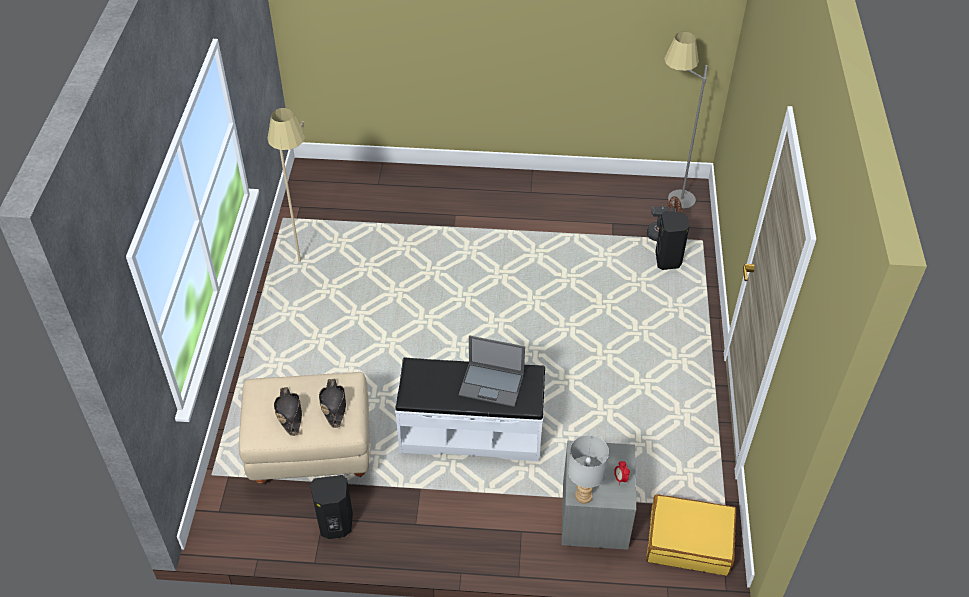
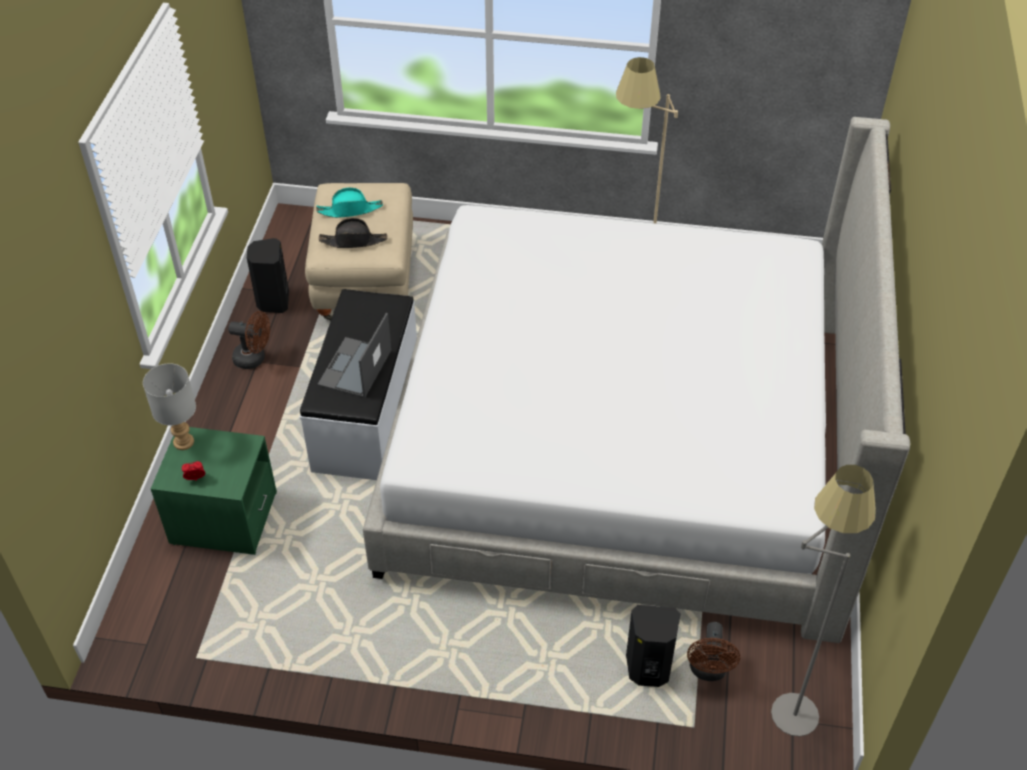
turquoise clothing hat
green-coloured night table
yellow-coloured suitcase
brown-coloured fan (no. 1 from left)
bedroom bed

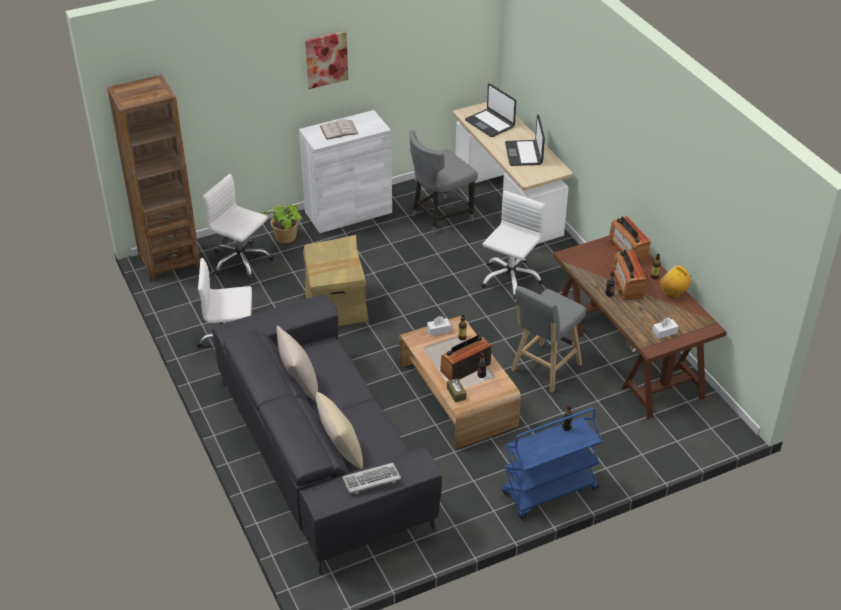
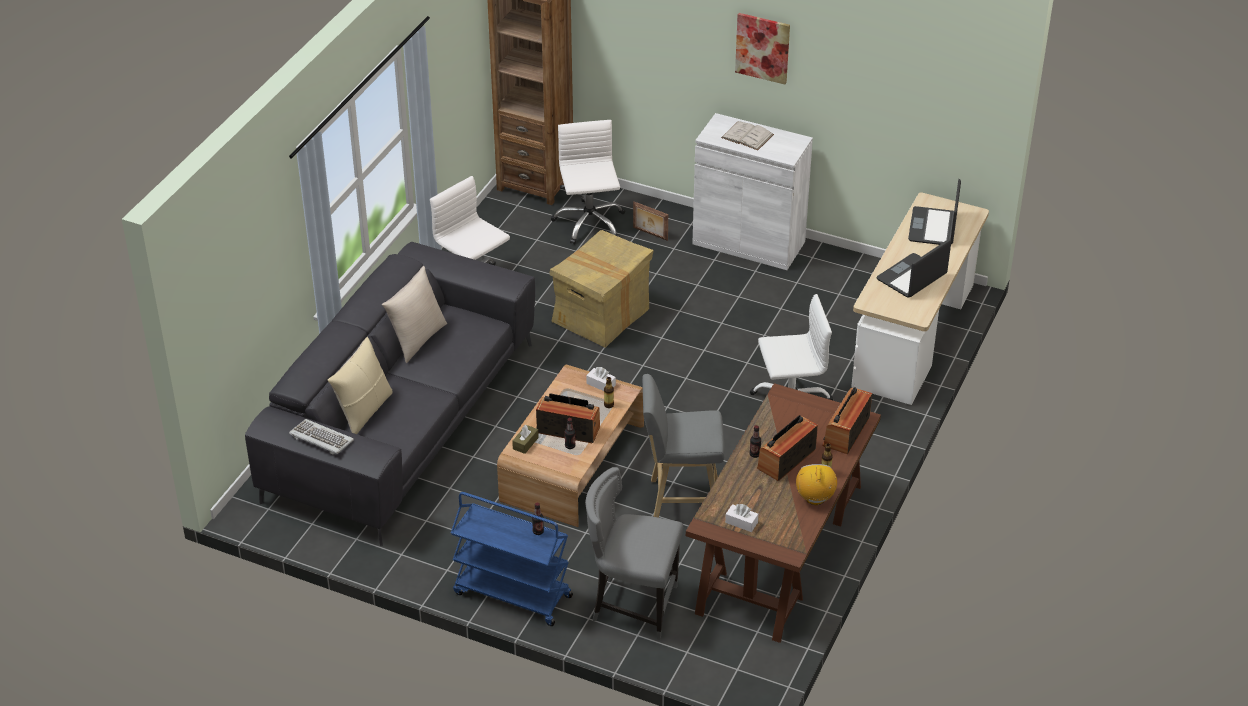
photo frame
gray chair

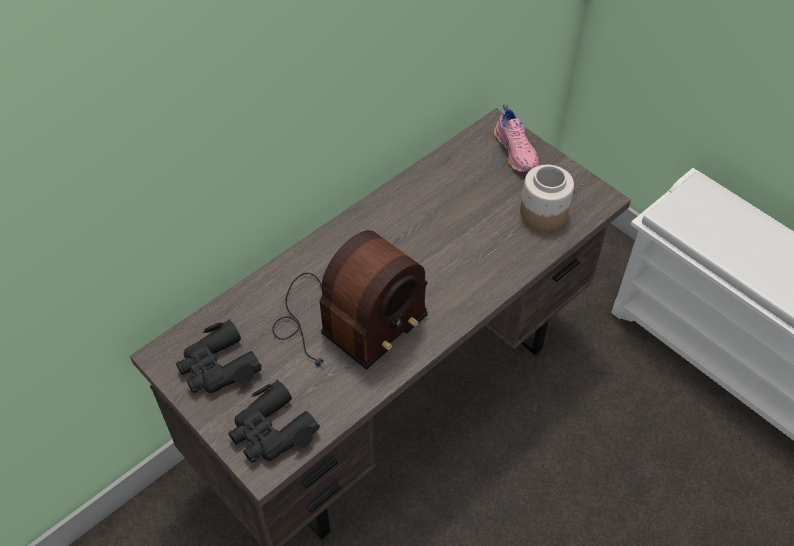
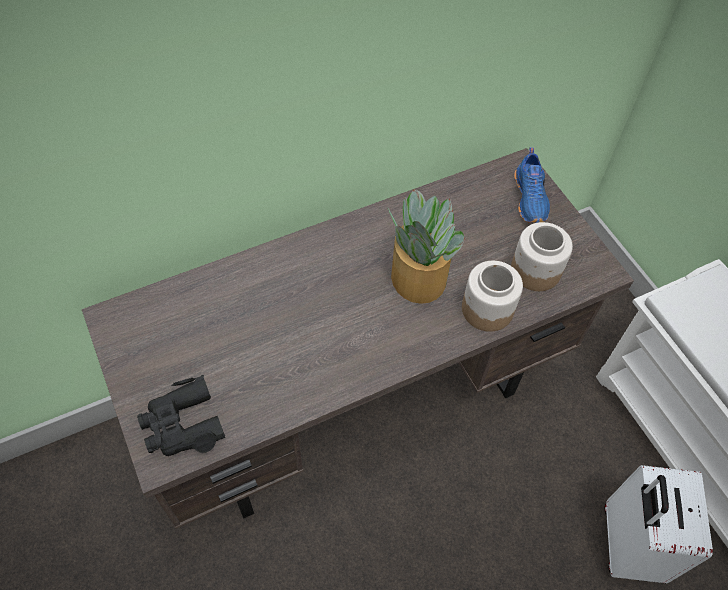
black-coloured pair of binoculars (no. 1 from left in the first image)
radio
blue-coloured item of footwear
houseplant
storage jar (no. 1 from left)
white suitcase

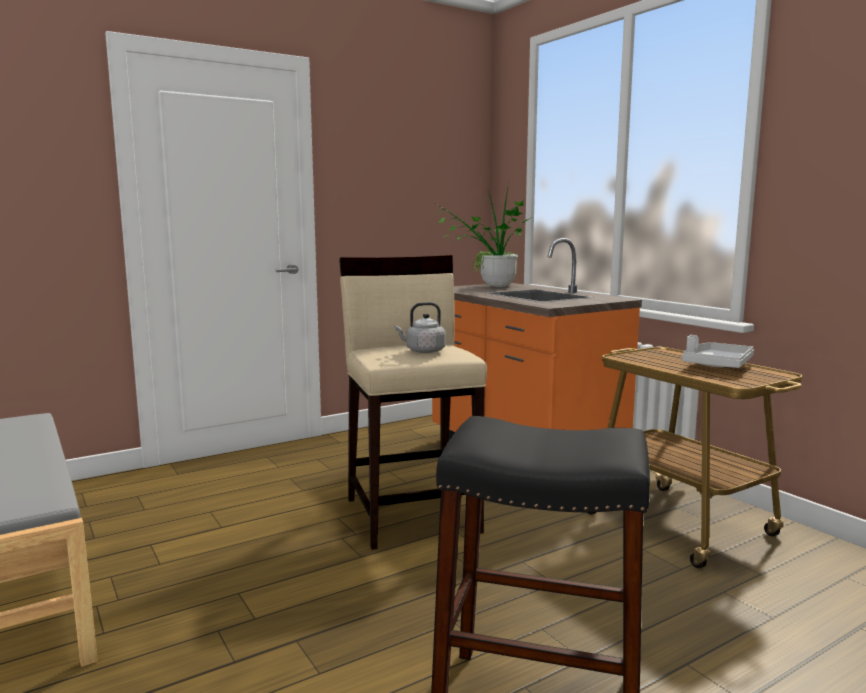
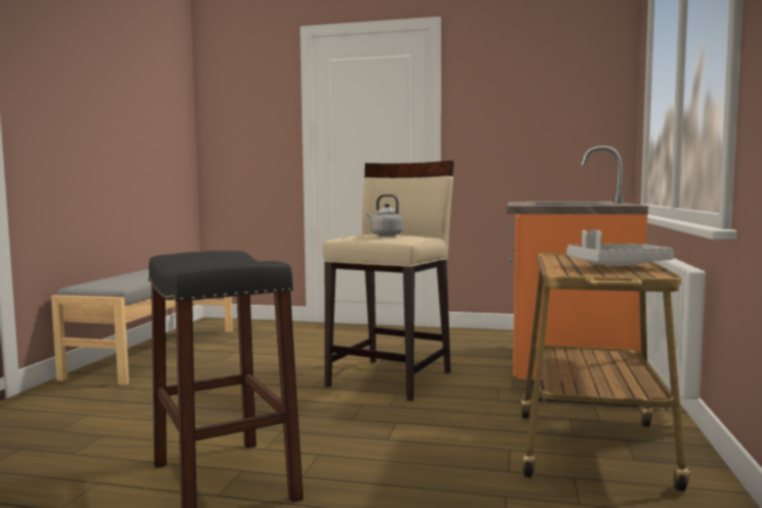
houseplant

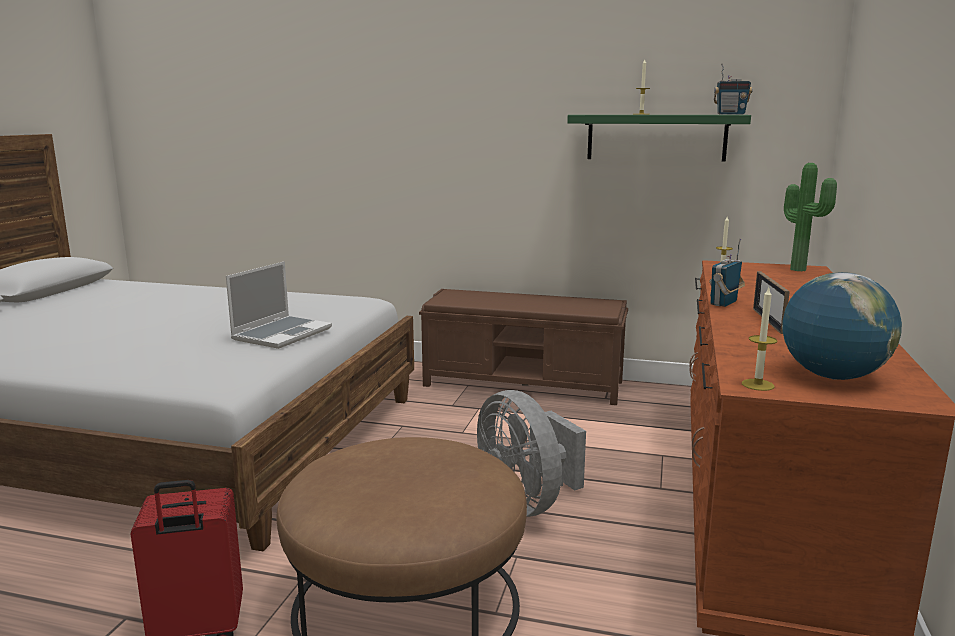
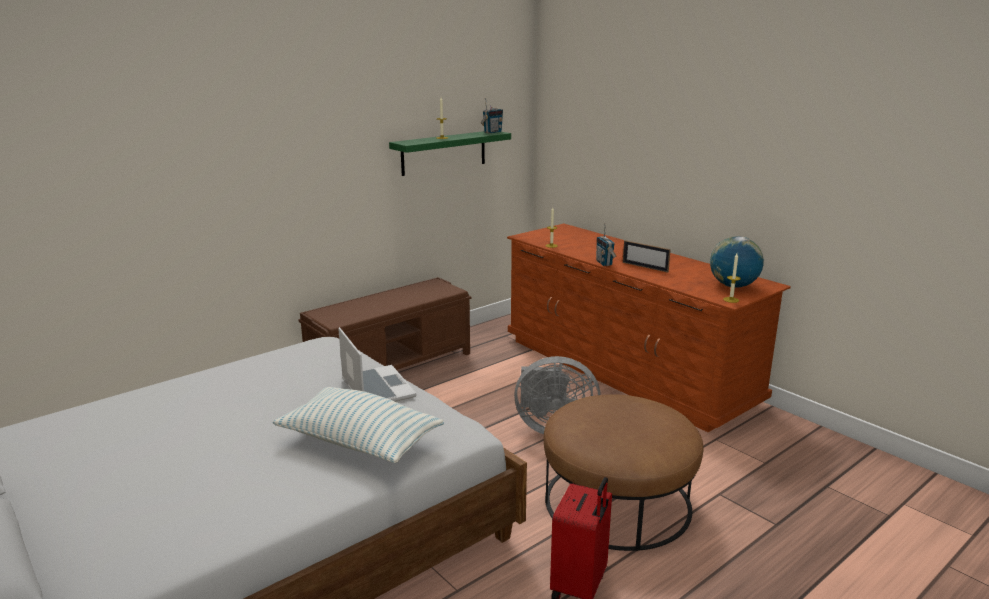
houseplant
cushion

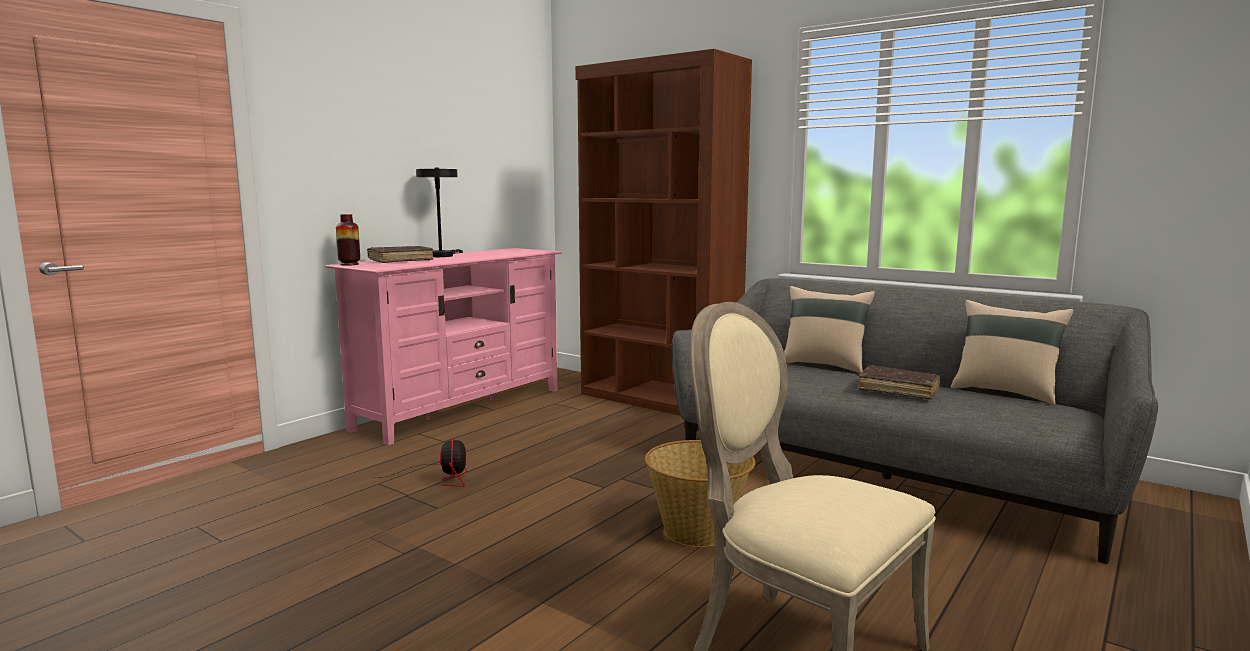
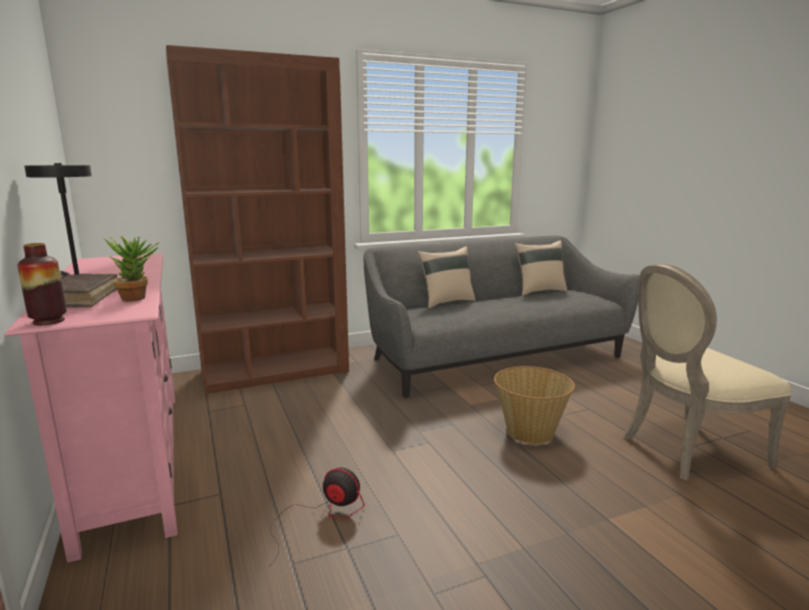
brown-coloured bound book (no. 2 from left in the first image)
houseplant

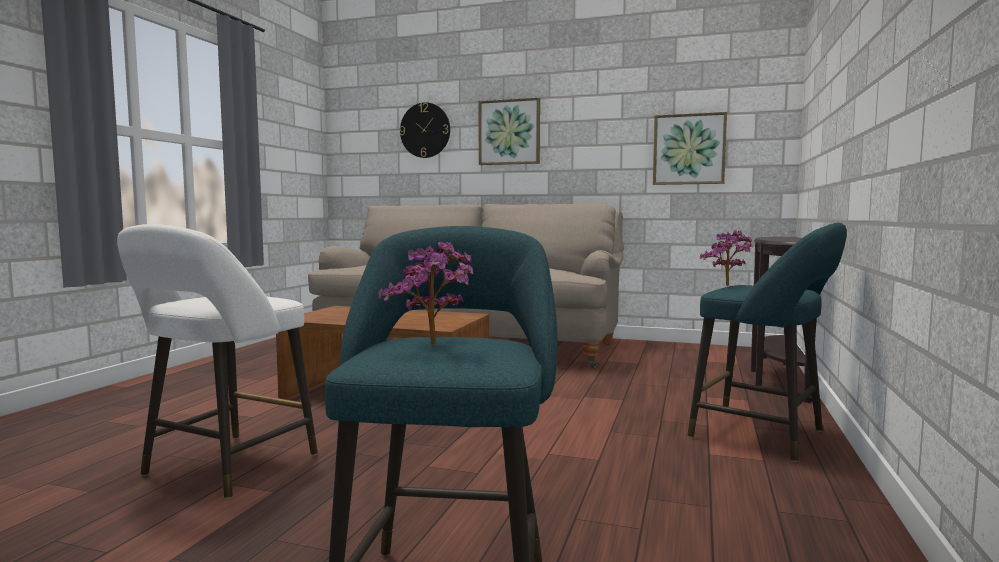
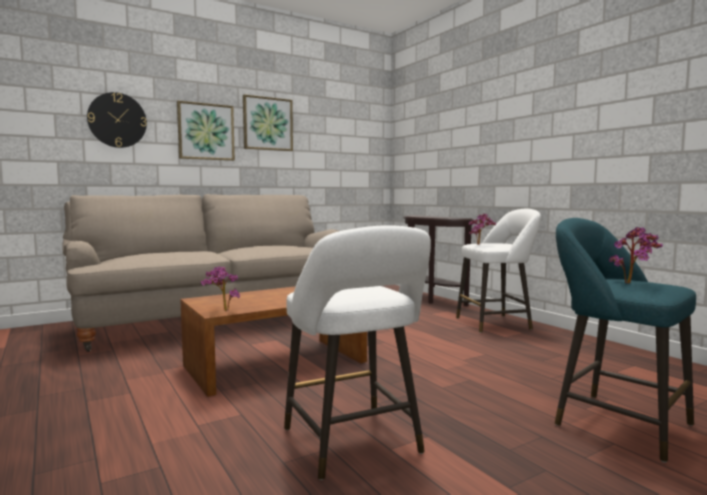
wall art (no. 2 from left)
white sitting stool (no. 2 from left)
houseplant (no. 1 from left)

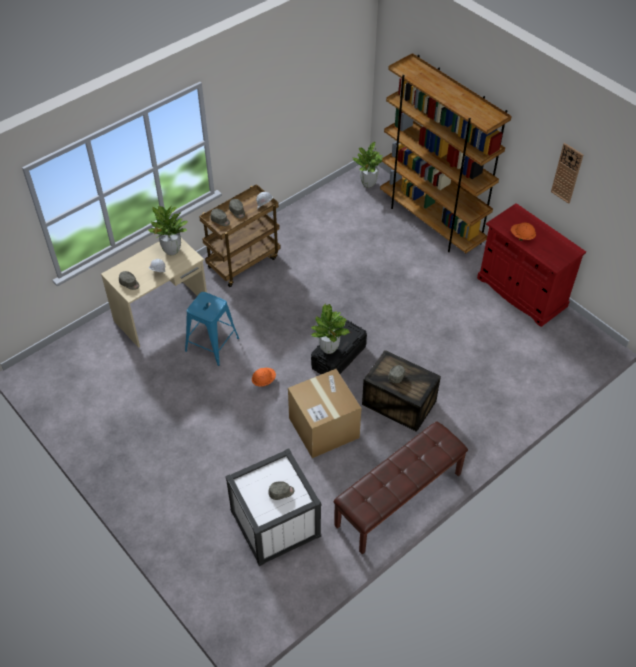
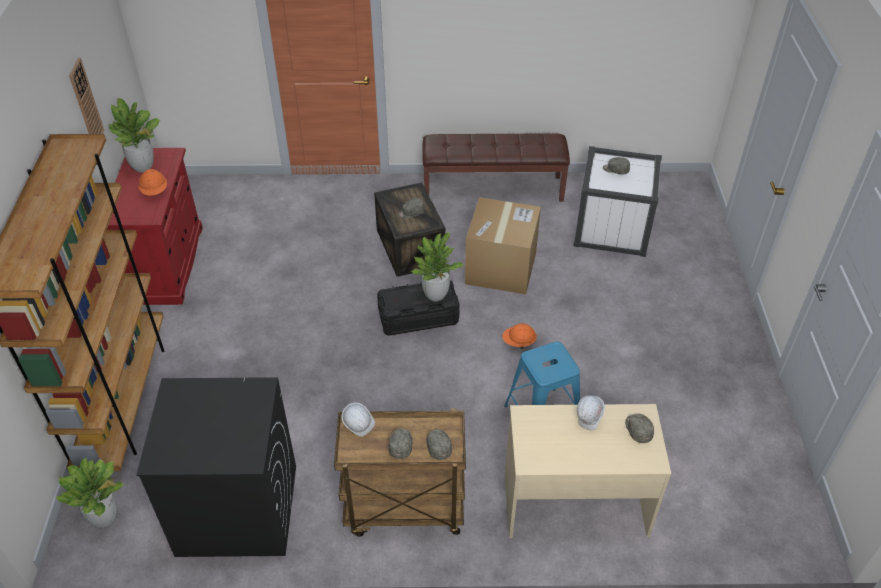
houseplant (no. 2 from left)
black-coloured laundry appliance

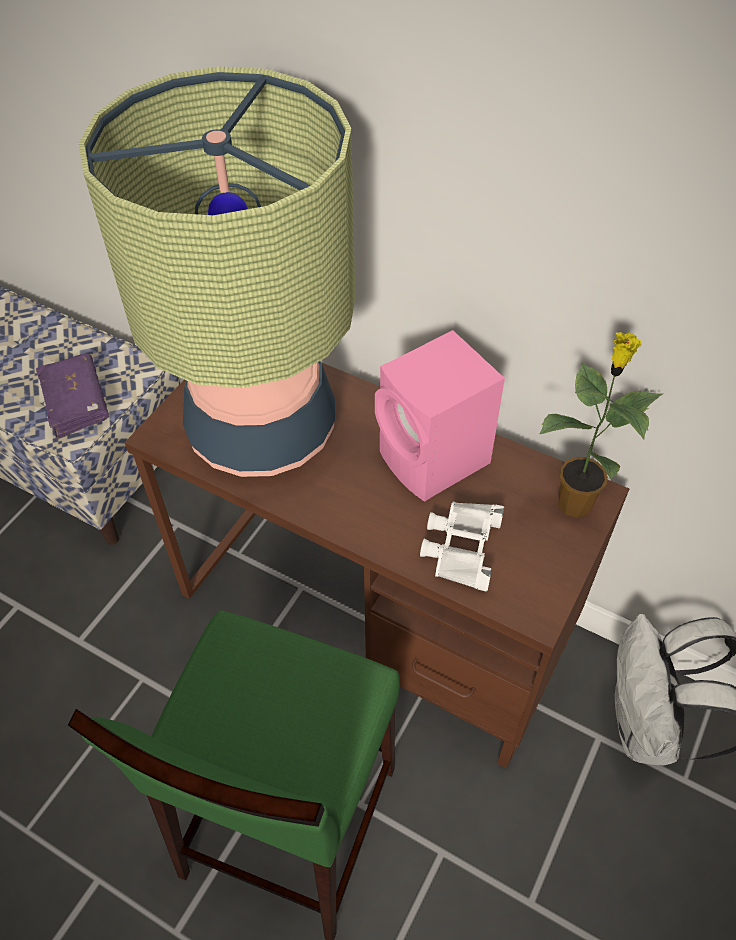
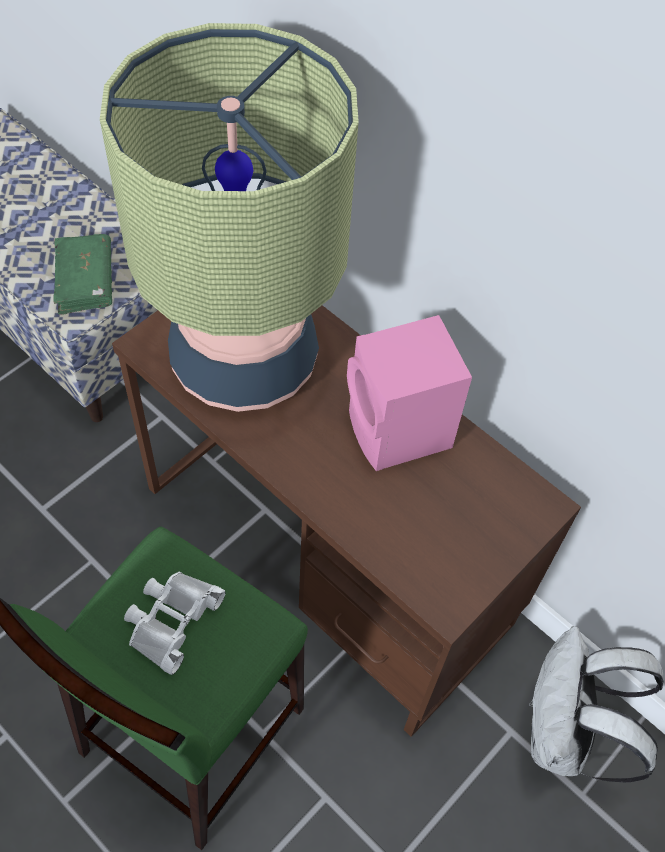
green-coloured bound book
white pair of binoculars
houseplant

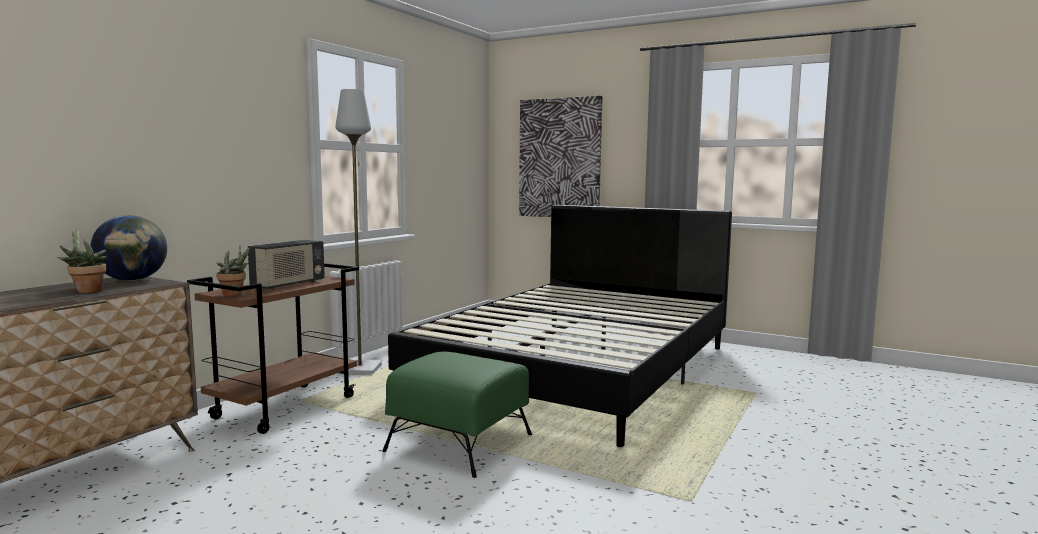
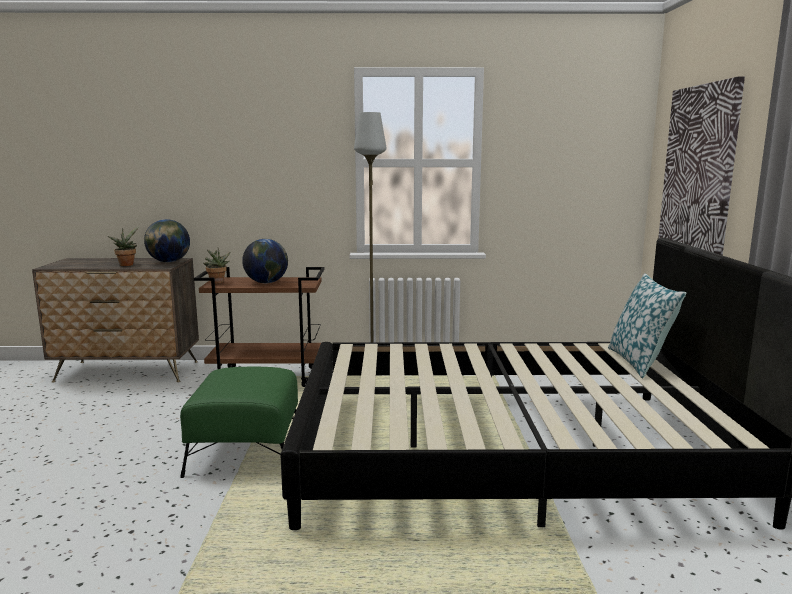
desk globe (no. 2 from left)
cushion

